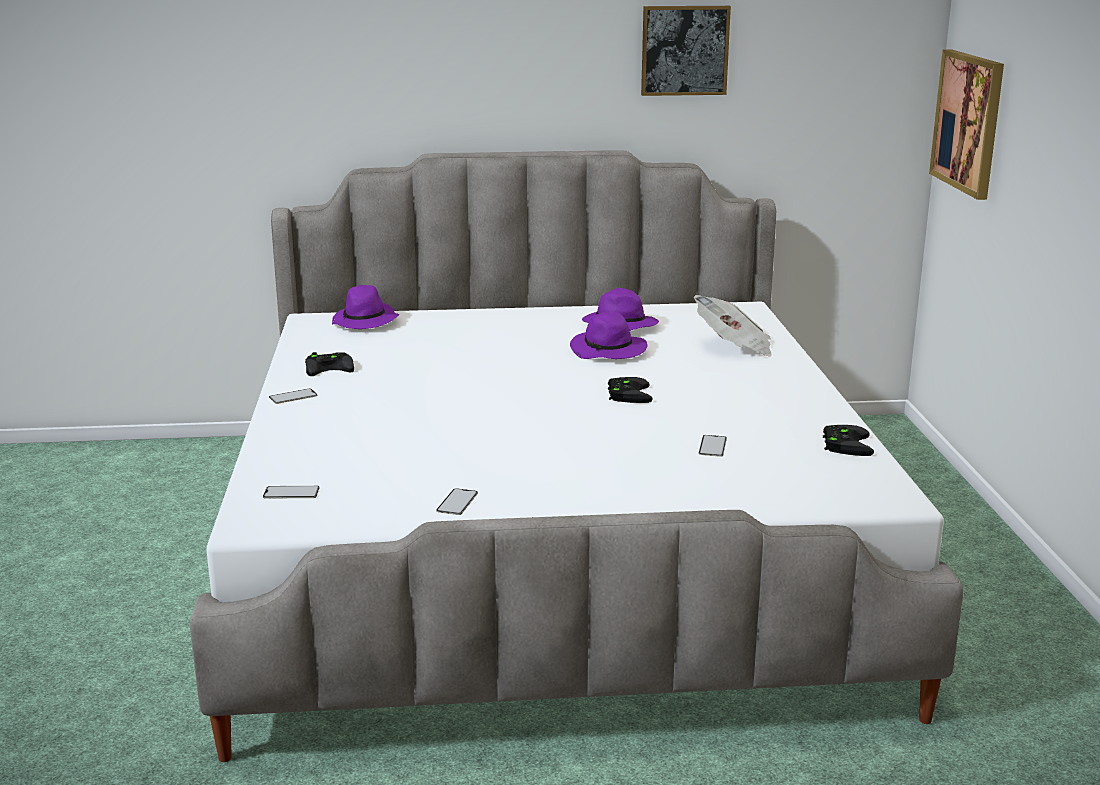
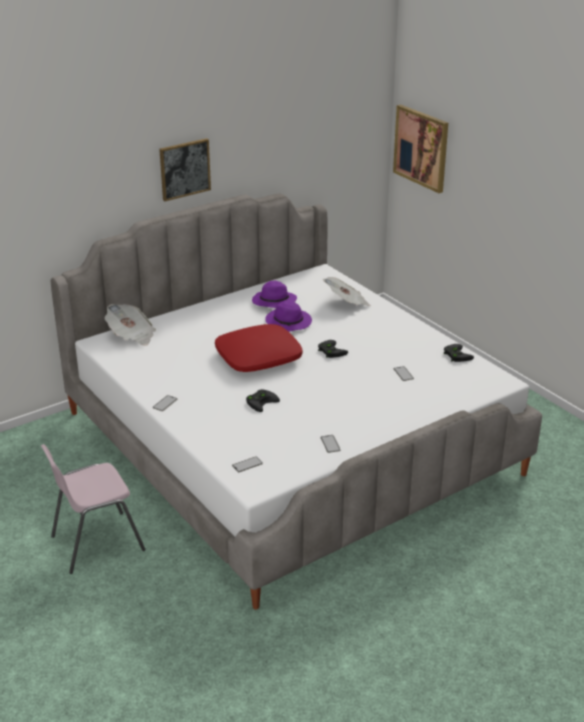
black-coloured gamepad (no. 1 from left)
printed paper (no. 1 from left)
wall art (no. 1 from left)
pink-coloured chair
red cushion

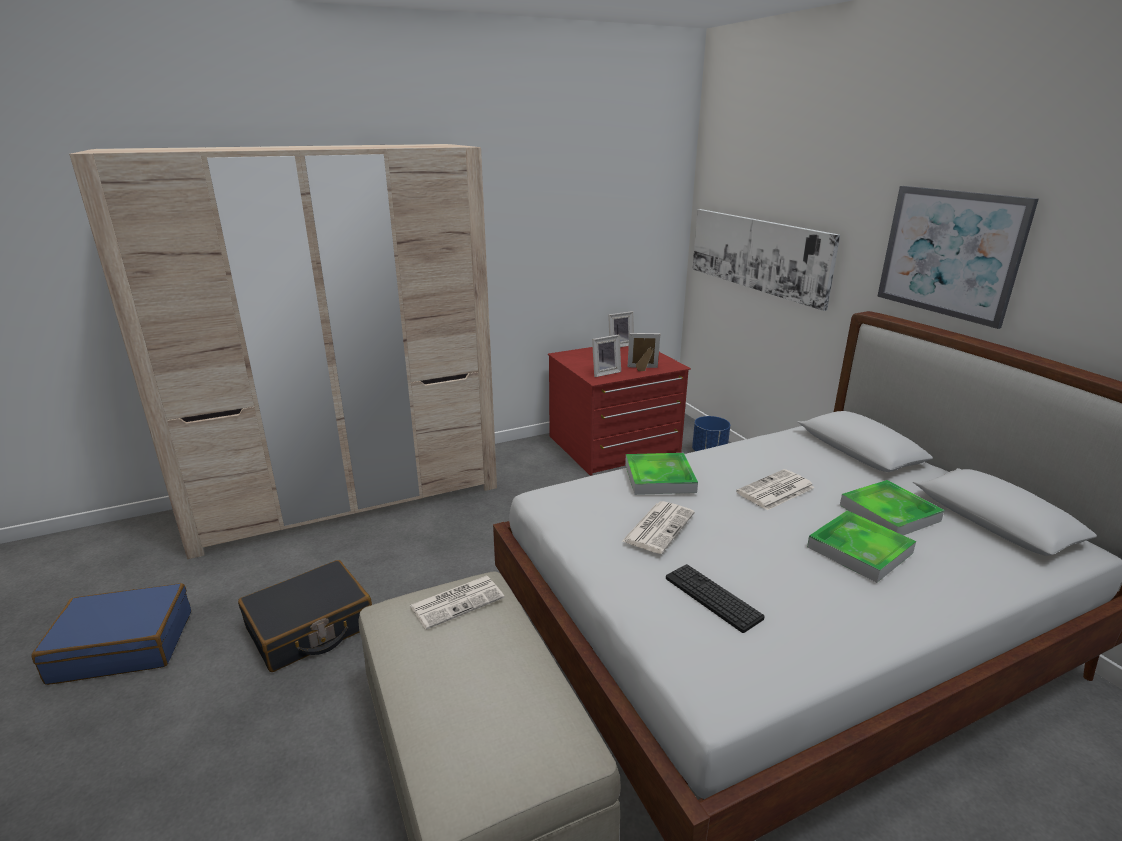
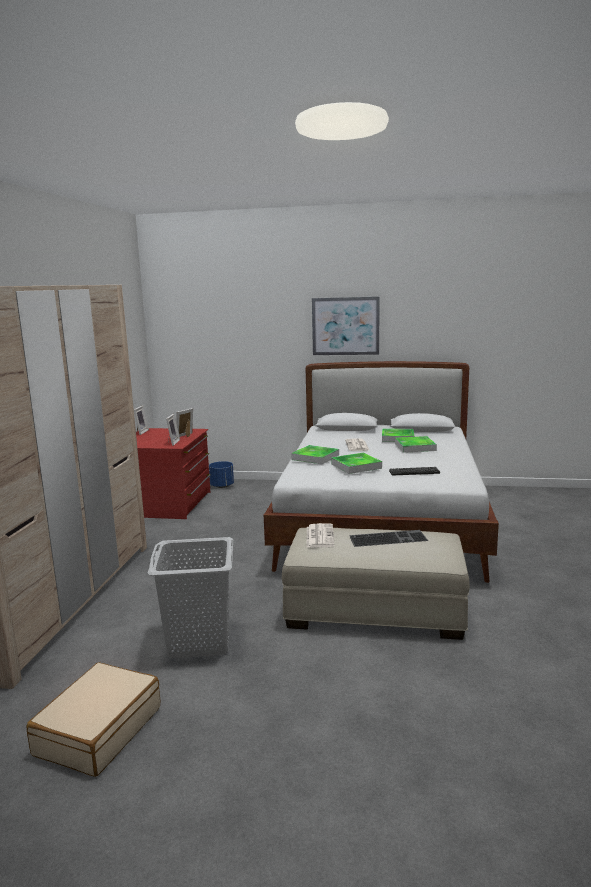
beige-coloured suitcase
gray washing basket
serving tray (no. 2 from left)
wall art (no. 1 from left in the first image)
PC keyboard (no. 1 from left)

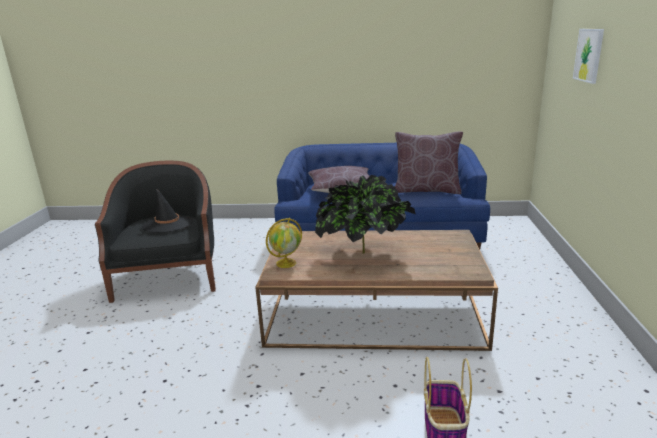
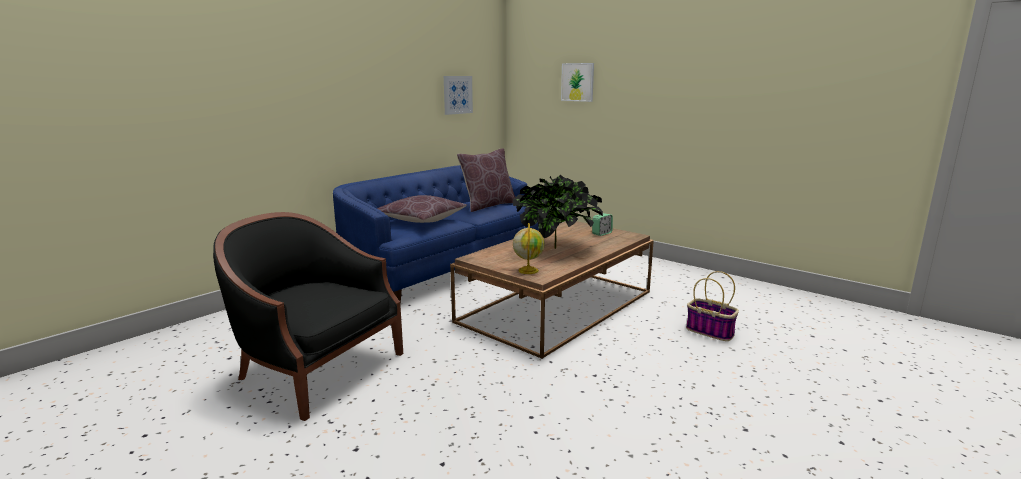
black-coloured clothing hat
wall art (no. 1 from left)
alarm clock

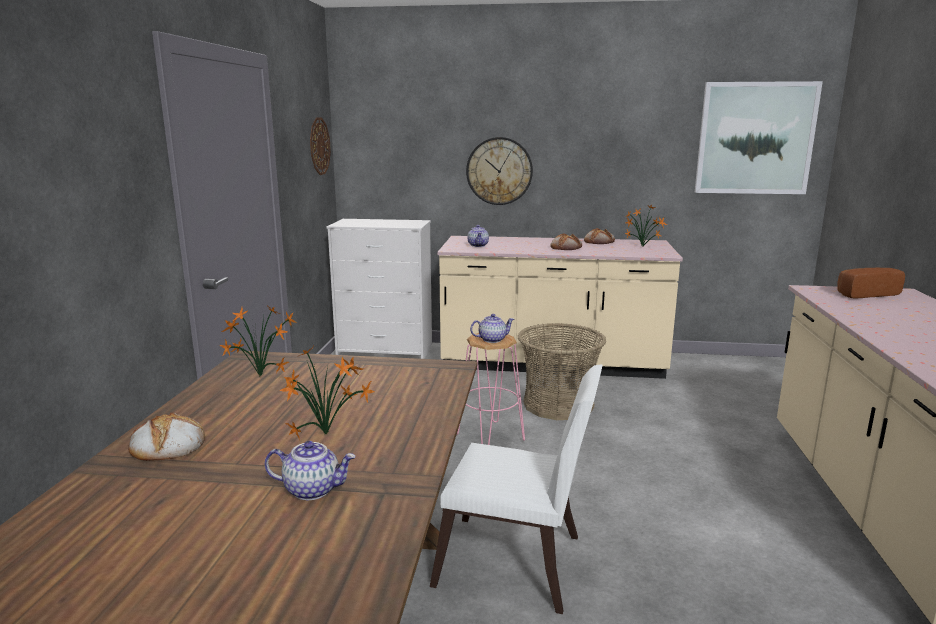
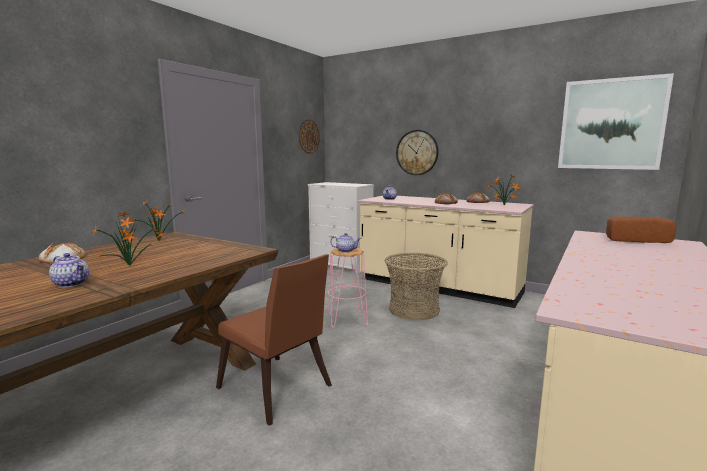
brown-coloured chair

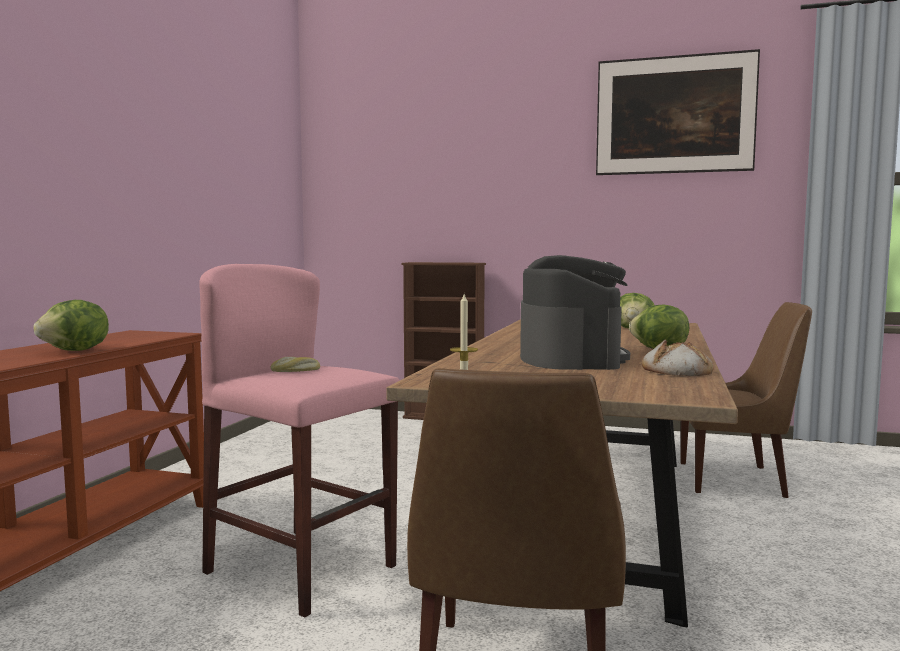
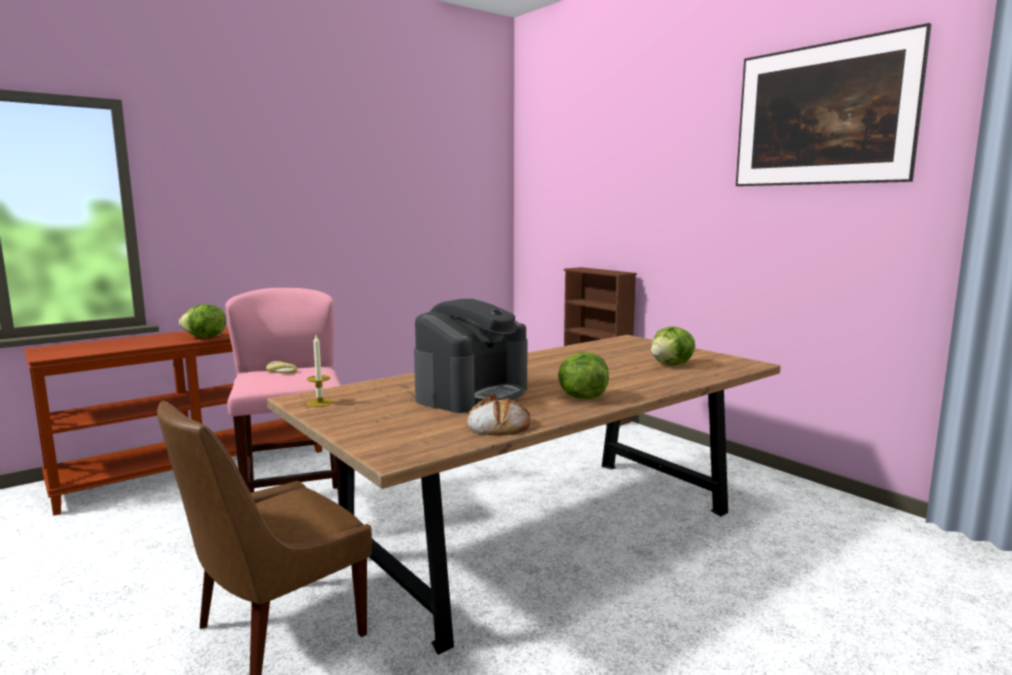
brown-coloured chair (no. 2 from left in the first image)

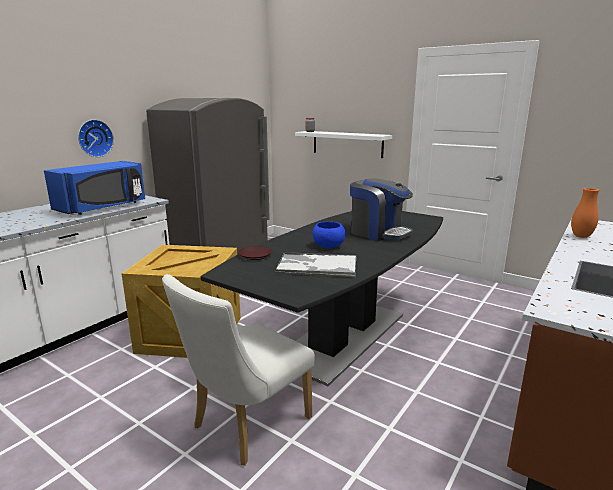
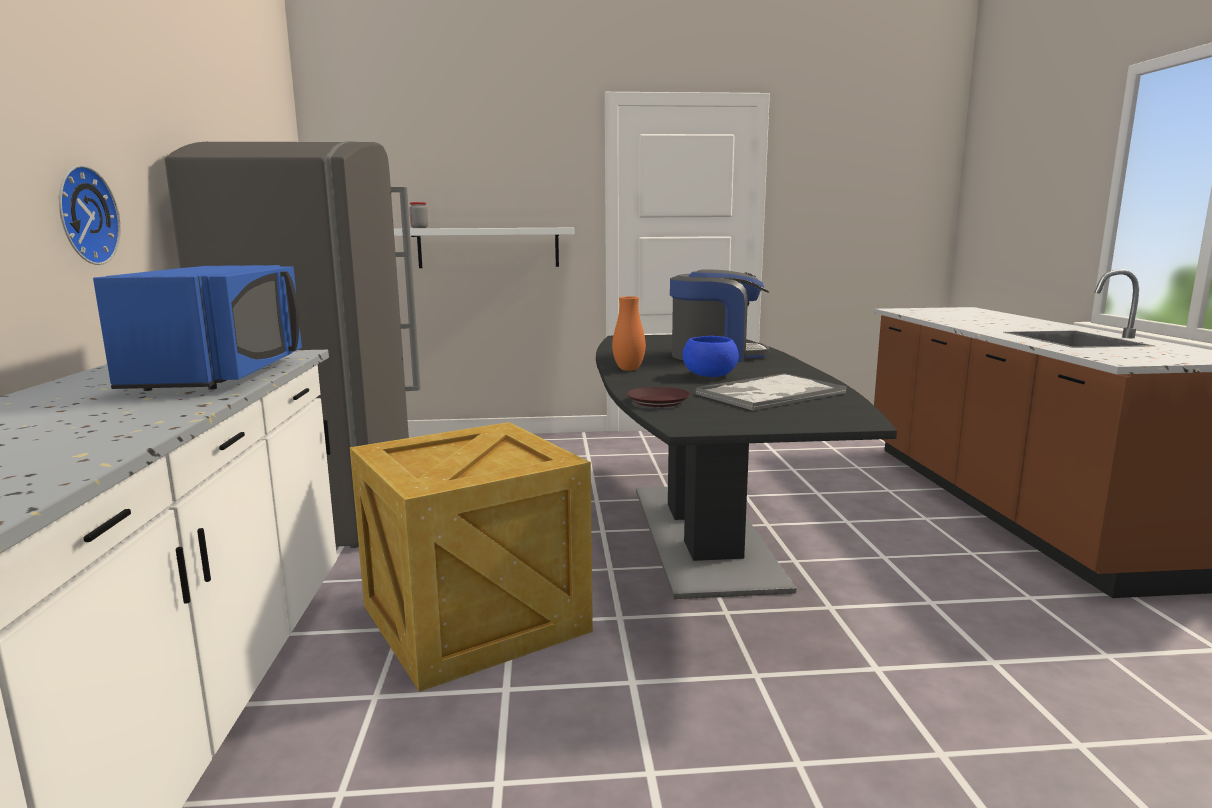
white chair
orange flower vase

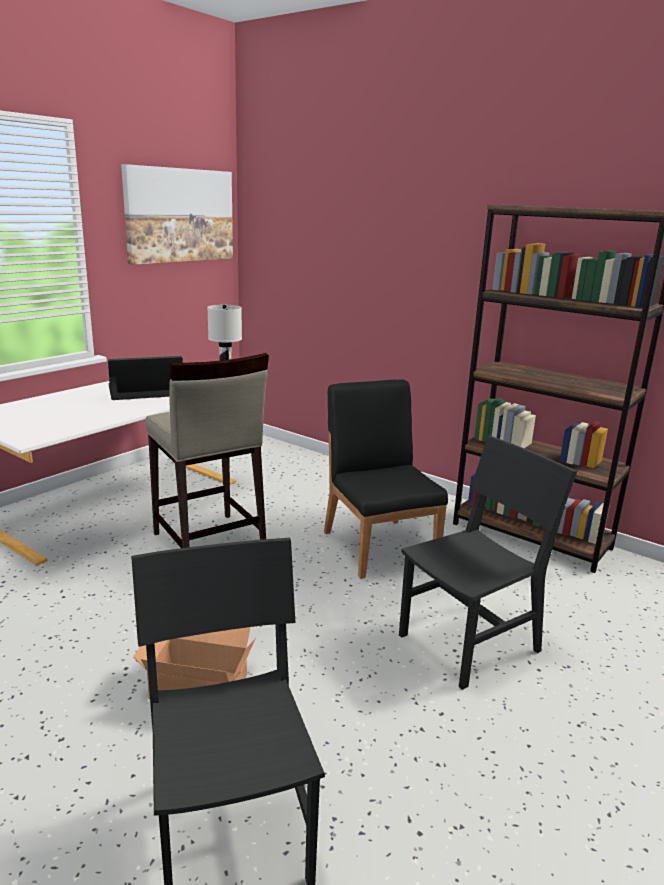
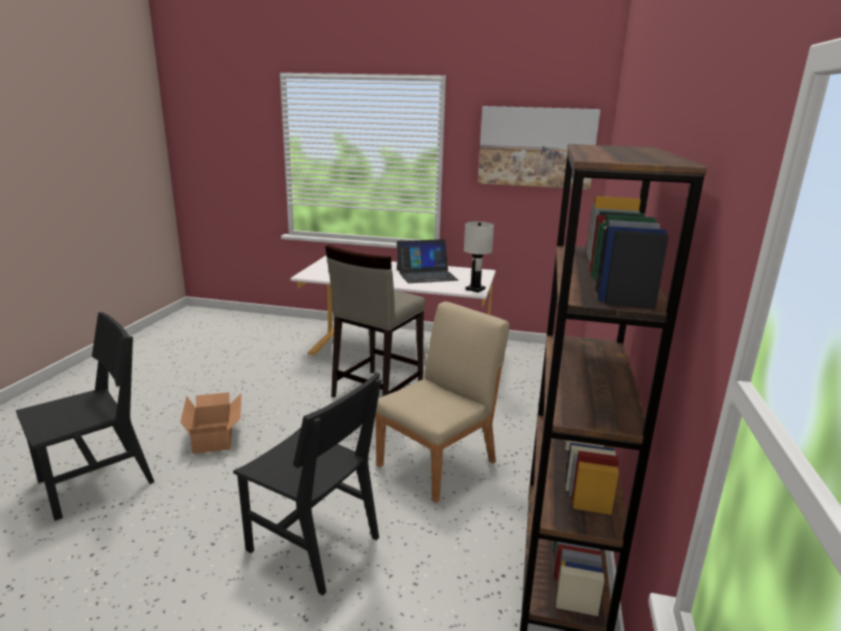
laptop
beige-coloured chair

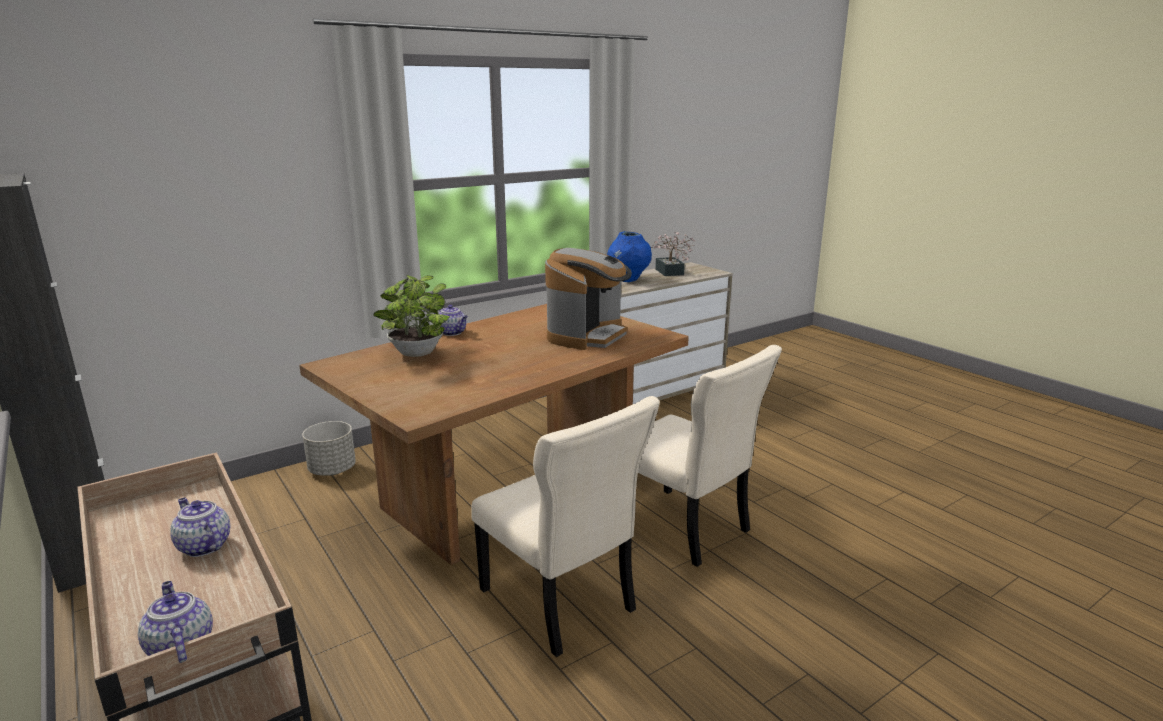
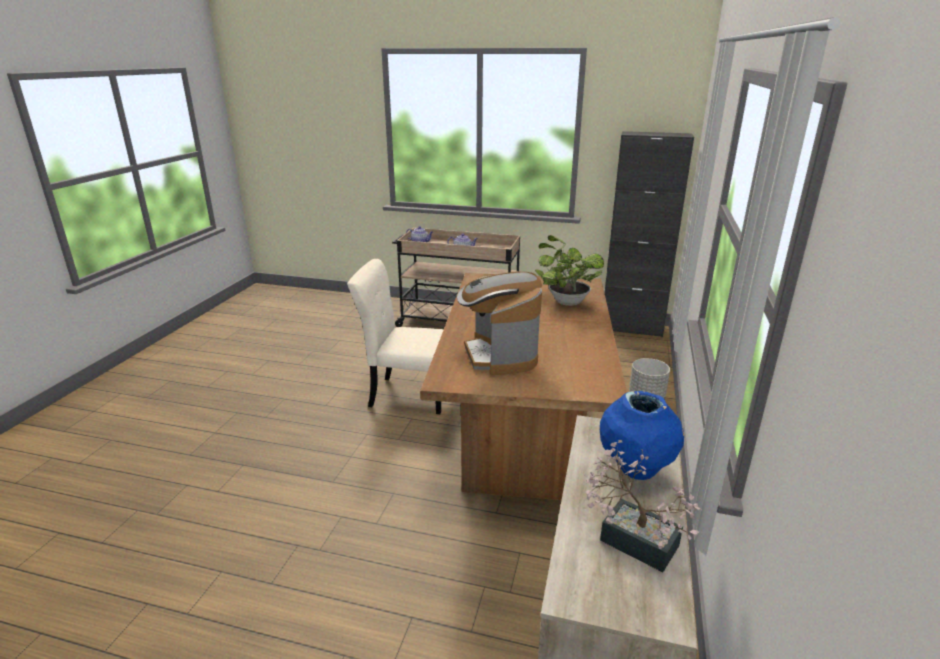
teapot (no. 3 from left in the first image)
beige-coloured chair (no. 2 from left in the first image)

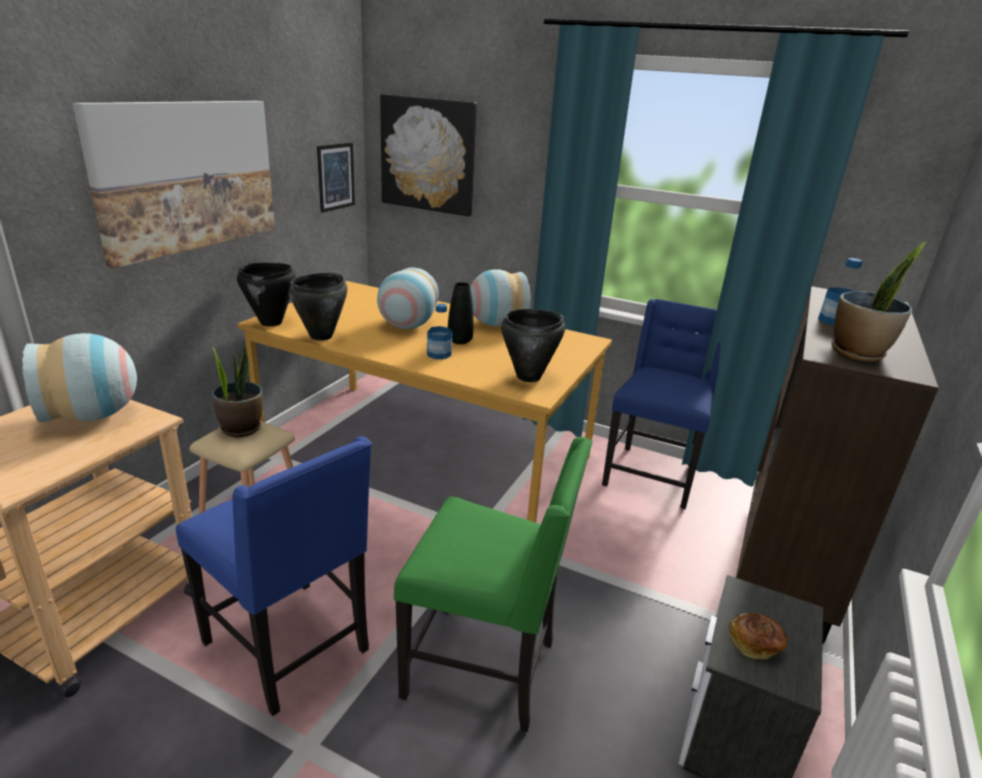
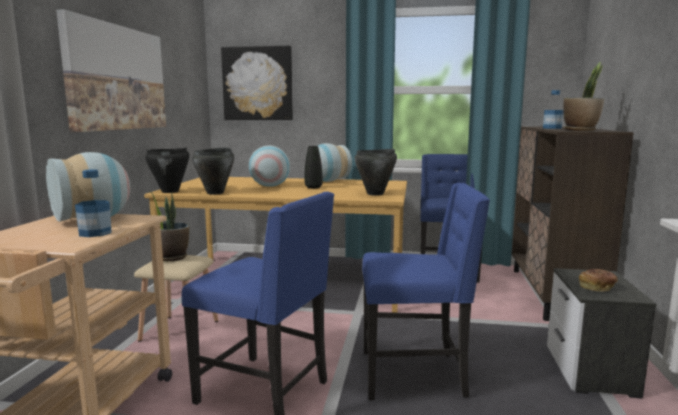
wall art (no. 2 from left in the first image)
blue-coloured chair (no. 2 from left)
bottle (no. 1 from left)

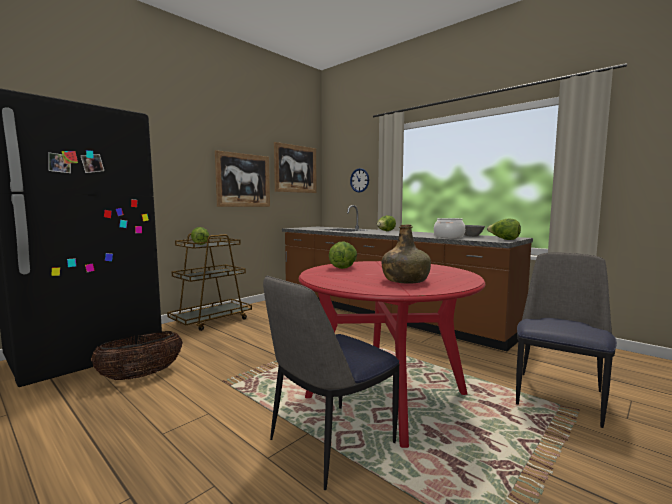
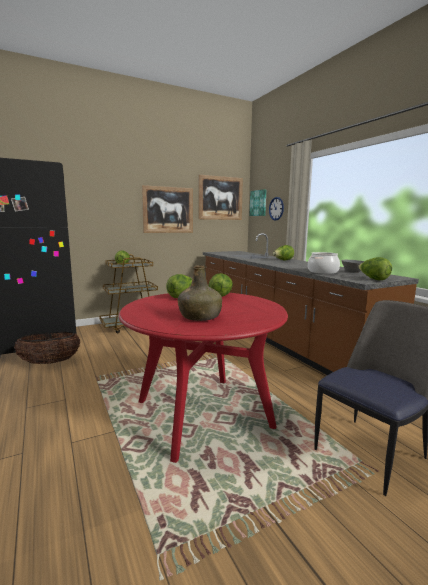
chair (no. 1 from left in the first image)
lettuce (no. 3 from left)
wall art (no. 3 from left)

